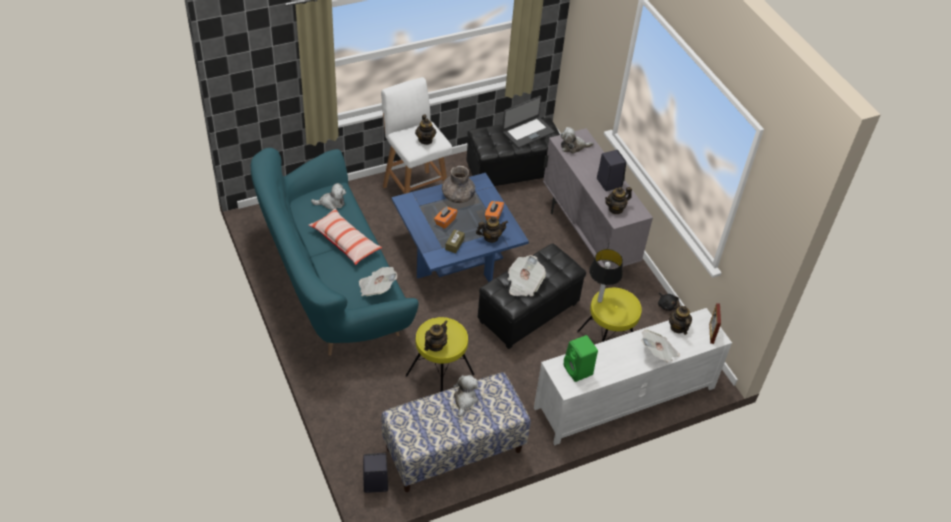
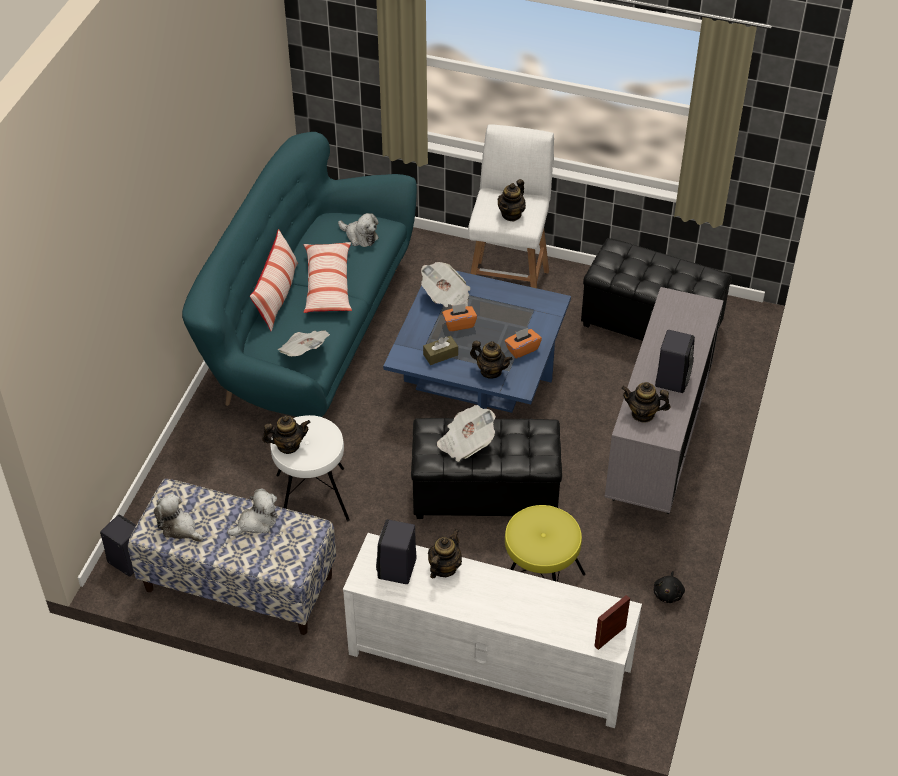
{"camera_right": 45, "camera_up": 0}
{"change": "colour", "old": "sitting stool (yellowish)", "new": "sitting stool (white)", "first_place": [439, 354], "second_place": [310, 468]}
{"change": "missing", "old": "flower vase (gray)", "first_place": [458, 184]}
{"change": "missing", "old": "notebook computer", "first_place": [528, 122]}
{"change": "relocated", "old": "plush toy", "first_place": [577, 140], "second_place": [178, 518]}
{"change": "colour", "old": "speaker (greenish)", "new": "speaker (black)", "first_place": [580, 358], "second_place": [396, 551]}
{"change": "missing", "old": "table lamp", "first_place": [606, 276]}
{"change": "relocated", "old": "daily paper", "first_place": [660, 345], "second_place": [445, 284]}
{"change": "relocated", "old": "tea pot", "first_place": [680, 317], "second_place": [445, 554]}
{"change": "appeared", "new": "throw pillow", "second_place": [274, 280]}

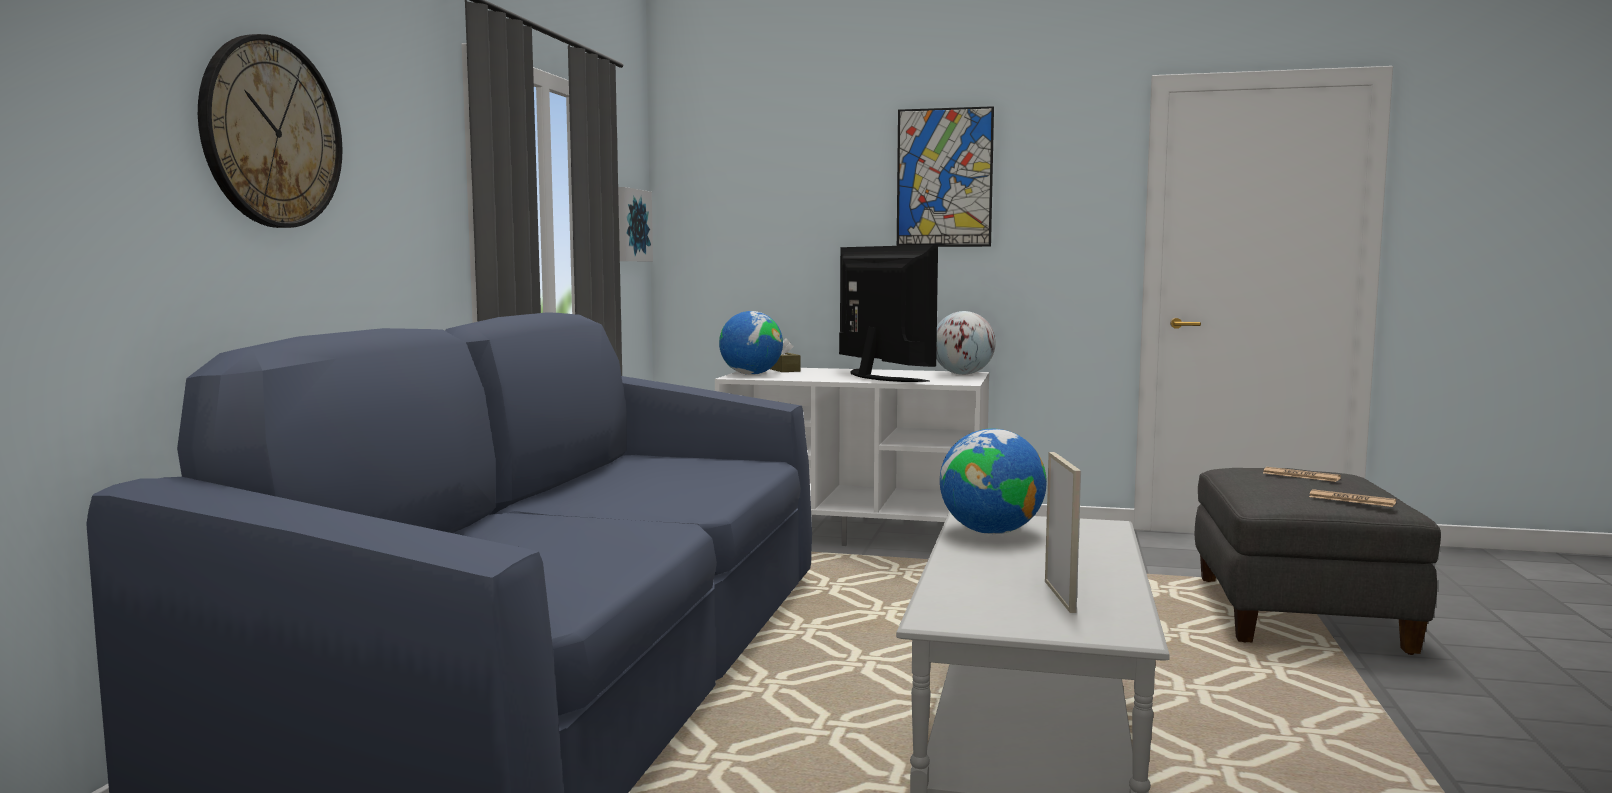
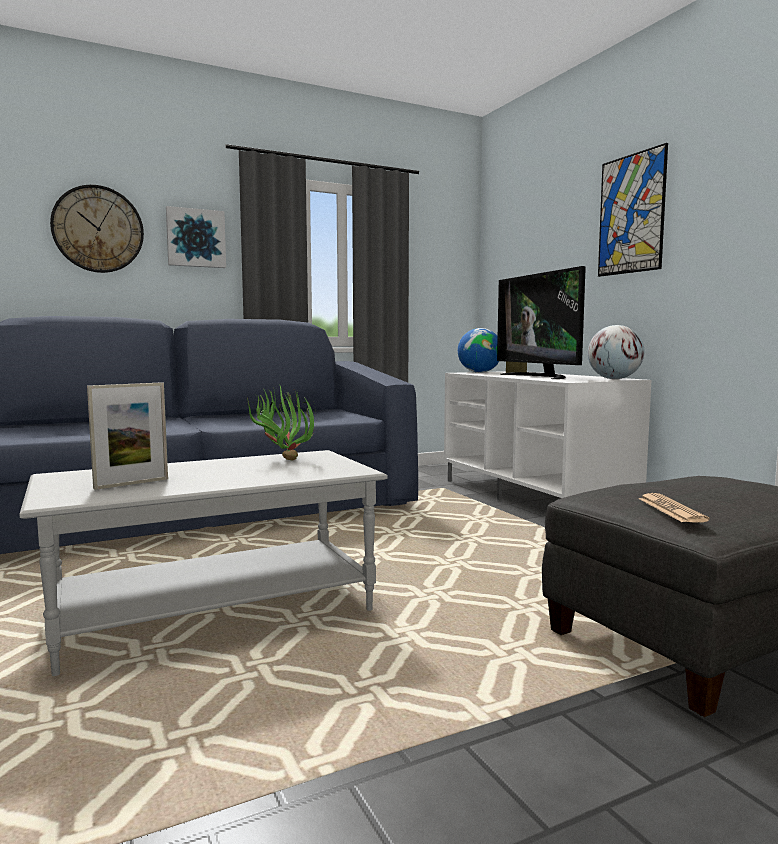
{"camera_right": 50, "camera_up": 0}
{"change": "relocated", "old": "wall picture", "first_place": [635, 224], "second_place": [196, 237]}
{"change": "spun", "old": "TV set", "first_place": [888, 313], "second_place": [541, 322], "degrees": 135}
{"change": "exchanged", "old": "world globe", "new": "houseplant", "first_place": [993, 481], "second_place": [281, 422]}
{"change": "missing", "old": "daily paper", "first_place": [1302, 474]}

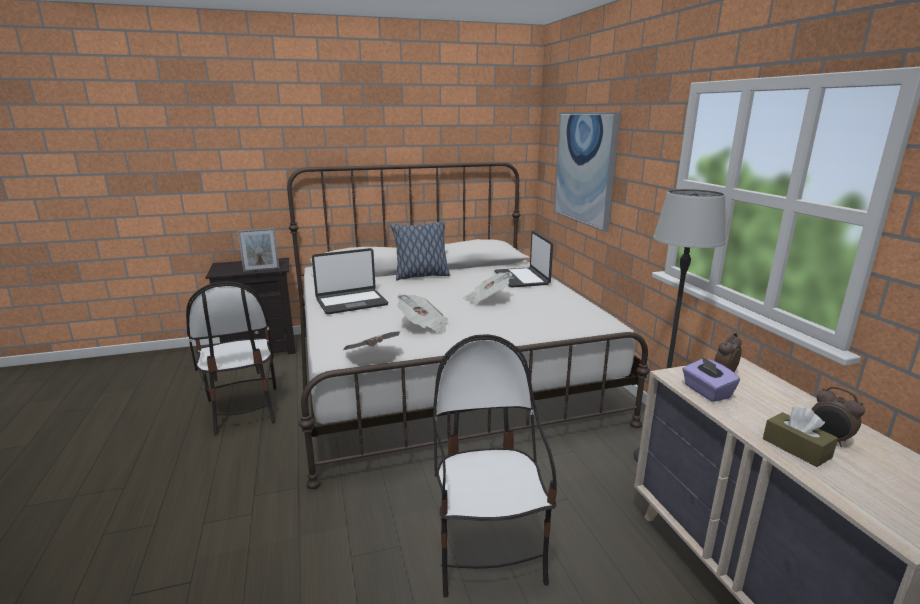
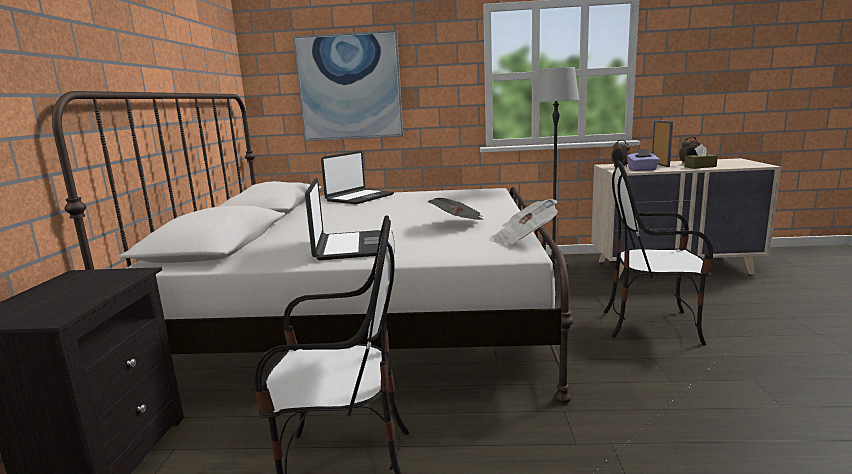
{"camera_right": -70, "camera_up": -5}
{"change": "relocated", "old": "photo frame", "first_place": [258, 250], "second_place": [662, 143]}
{"change": "missing", "old": "throw pillow", "first_place": [420, 250]}
{"change": "missing", "old": "daily paper", "first_place": [487, 288]}
{"change": "spun", "old": "notebook computer", "first_place": [523, 259], "second_place": [357, 177], "degrees": -60}

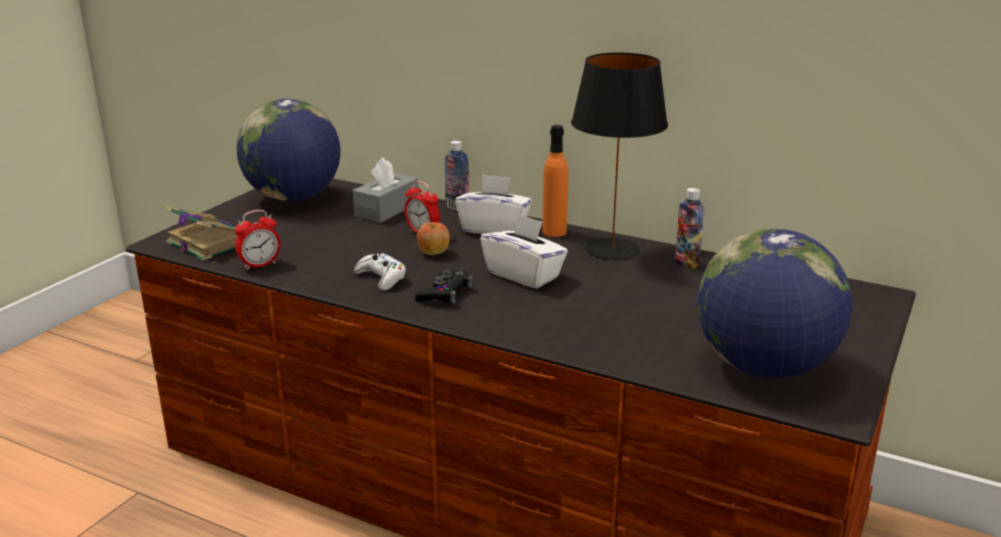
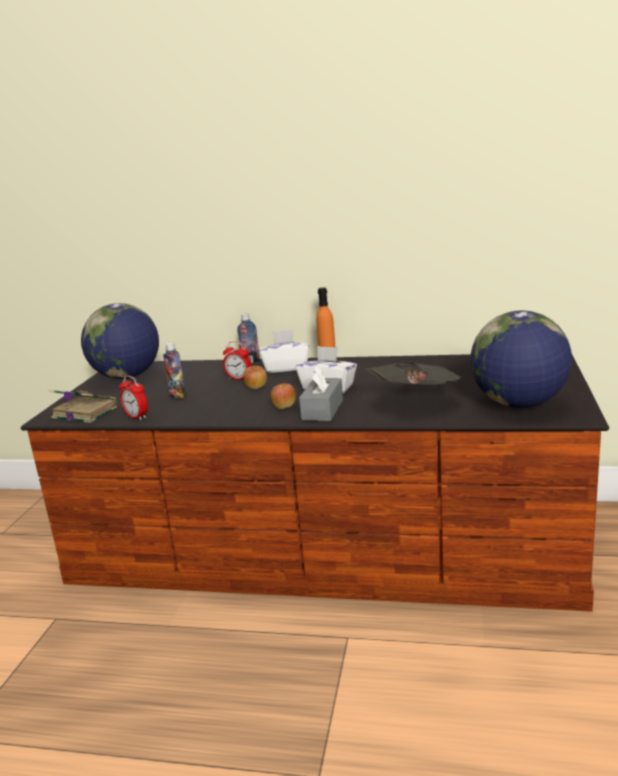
{"camera_right": -15, "camera_up": -5}
{"change": "spun", "old": "bedside clock", "first_place": [258, 240], "second_place": [133, 397], "degrees": 90}
{"change": "relocated", "old": "tissue holder (gray)", "first_place": [386, 190], "second_place": [321, 393]}
{"change": "missing", "old": "game controller (white)", "first_place": [380, 272]}
{"change": "exchanged", "old": "game controller (black)", "new": "whole apple", "first_place": [444, 287], "second_place": [283, 396]}
{"change": "missing", "old": "table lamp (black)", "first_place": [619, 156]}
{"change": "relocated", "old": "drink bottle", "first_place": [689, 228], "second_place": [174, 370]}
{"change": "appeared", "new": "daily paper", "second_place": [413, 374]}

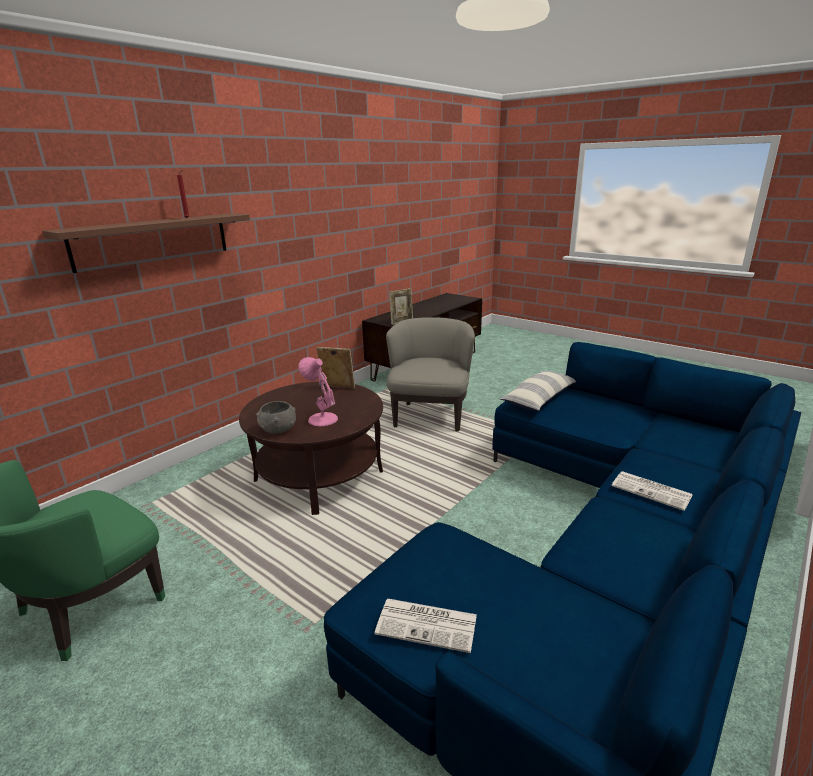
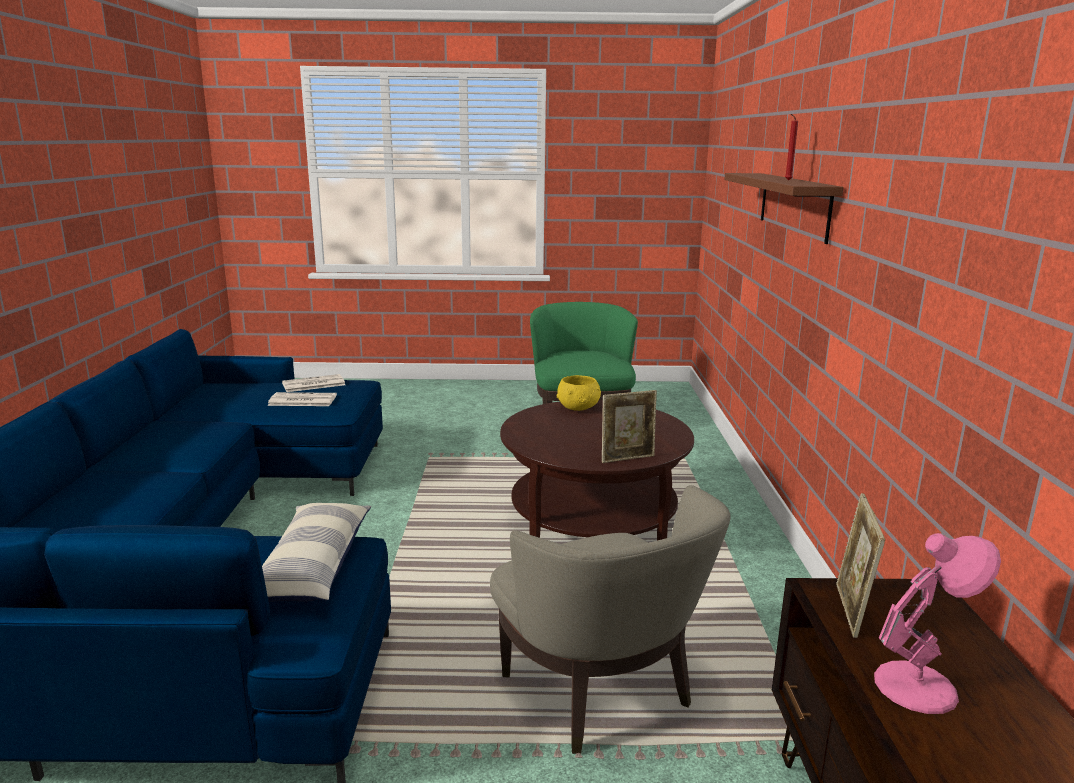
{"camera_right": 140, "camera_up": -5}
{"change": "colour", "old": "serving bowl (gray)", "new": "serving bowl (yellowish)", "first_place": [276, 417], "second_place": [578, 393]}
{"change": "relocated", "old": "table lamp (pink)", "first_place": [318, 391], "second_place": [937, 623]}
{"change": "relocated", "old": "daily paper", "first_place": [652, 491], "second_place": [302, 399]}

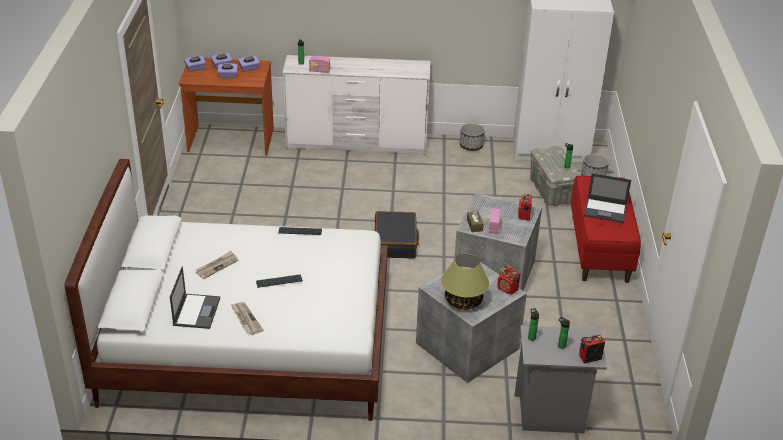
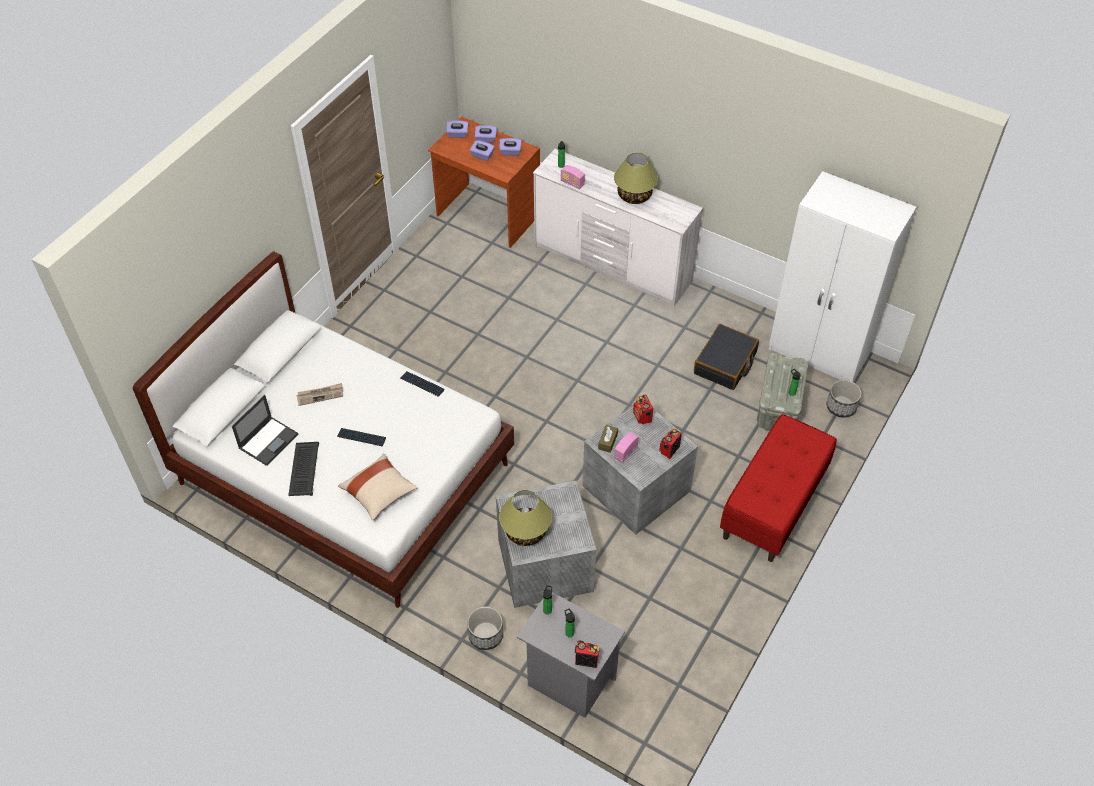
{"camera_right": 30, "camera_up": 15}
{"change": "exchanged", "old": "daily paper", "new": "computer keyboard", "first_place": [247, 318], "second_place": [303, 469]}
{"change": "relocated", "old": "suitcase (black)", "first_place": [397, 235], "second_place": [726, 357]}
{"change": "relocated", "old": "planter", "first_place": [472, 137], "second_place": [485, 628]}
{"change": "relocated", "old": "radio receiver", "first_place": [508, 279], "second_place": [643, 409]}
{"change": "missing", "old": "notebook computer", "first_place": [607, 198]}
{"change": "appeared", "new": "throw pillow (sand-coloured)", "second_place": [378, 487]}
{"change": "appeared", "new": "table lamp", "second_place": [636, 178]}

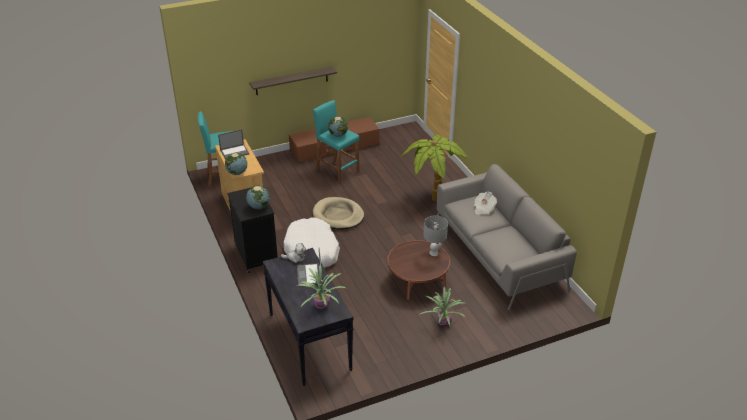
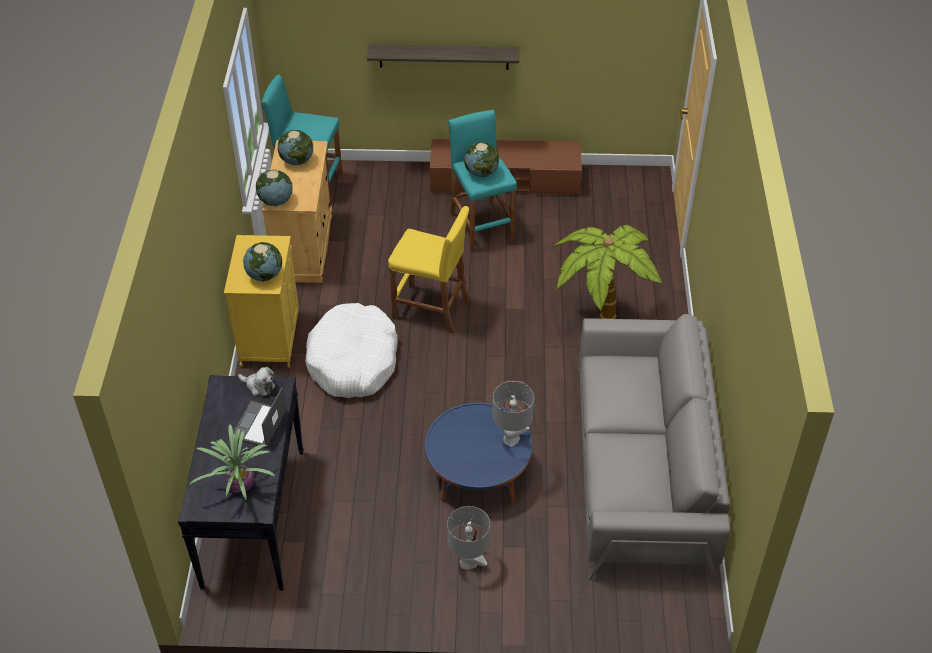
{"camera_right": 25, "camera_up": 10}
{"change": "exchanged", "old": "notebook computer", "new": "world globe", "first_place": [233, 145], "second_place": [295, 147]}
{"change": "colour", "old": "storage cabinet (black)", "new": "storage cabinet (yellowish)", "first_place": [252, 230], "second_place": [261, 301]}
{"change": "exchanged", "old": "dog cushion (sand-coloured)", "new": "sitting stool (yellowish)", "first_place": [338, 213], "second_place": [429, 270]}
{"change": "colour", "old": "lounge table (brown)", "new": "lounge table (blue)", "first_place": [418, 270], "second_place": [478, 453]}
{"change": "exchanged", "old": "houseplant", "new": "table lamp (gray)", "first_place": [442, 307], "second_place": [468, 538]}
{"change": "missing", "old": "daily paper", "first_place": [485, 203]}

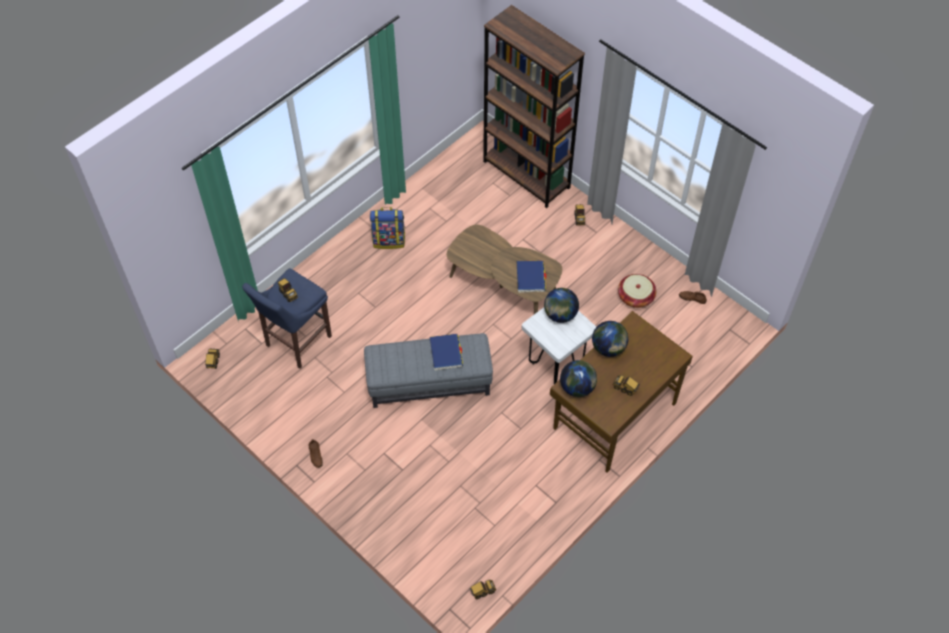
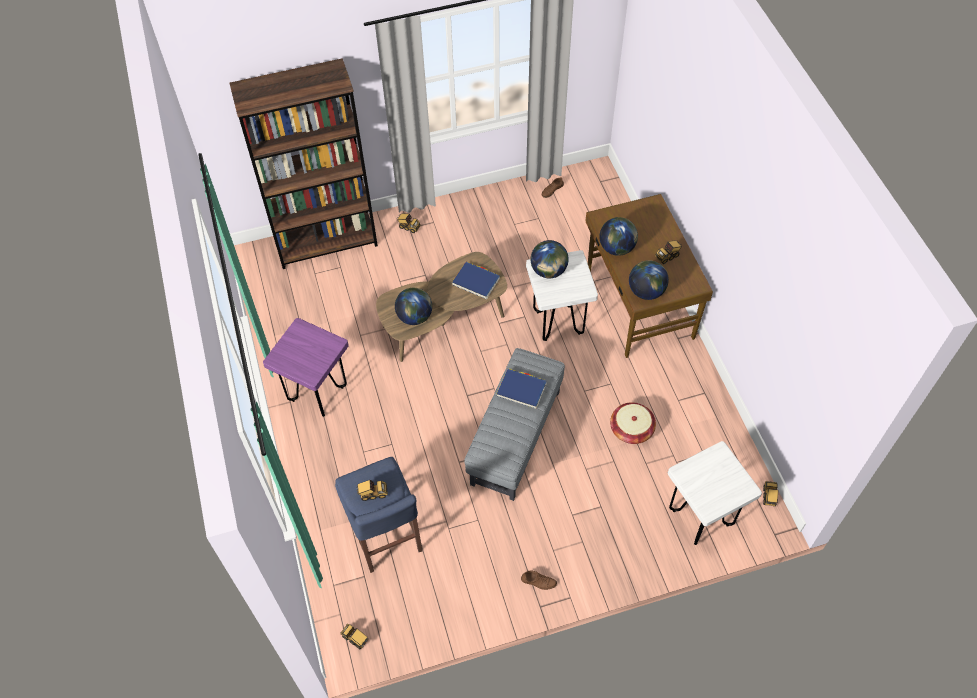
{"camera_right": -60, "camera_up": 0}
{"change": "exchanged", "old": "backpack", "new": "sitting stool (purple-coloured)", "first_place": [387, 228], "second_place": [306, 367]}
{"change": "relocated", "old": "basket", "first_place": [637, 291], "second_place": [633, 423]}
{"change": "appeared", "new": "world globe", "second_place": [413, 306]}
{"change": "appeared", "new": "sitting stool (white)", "second_place": [715, 493]}

